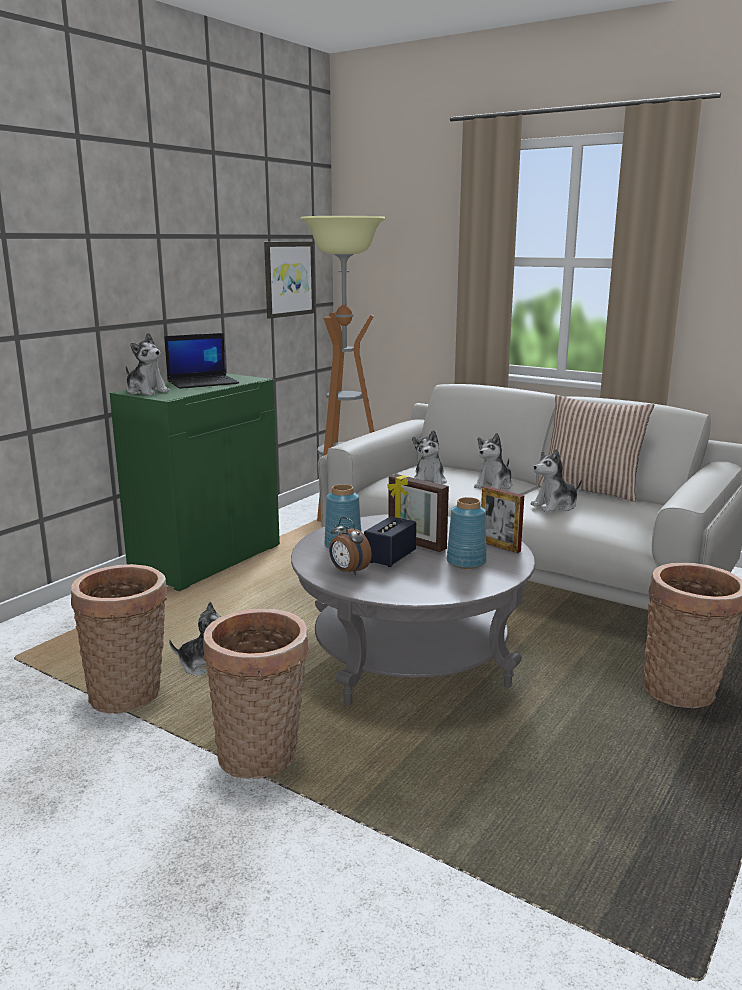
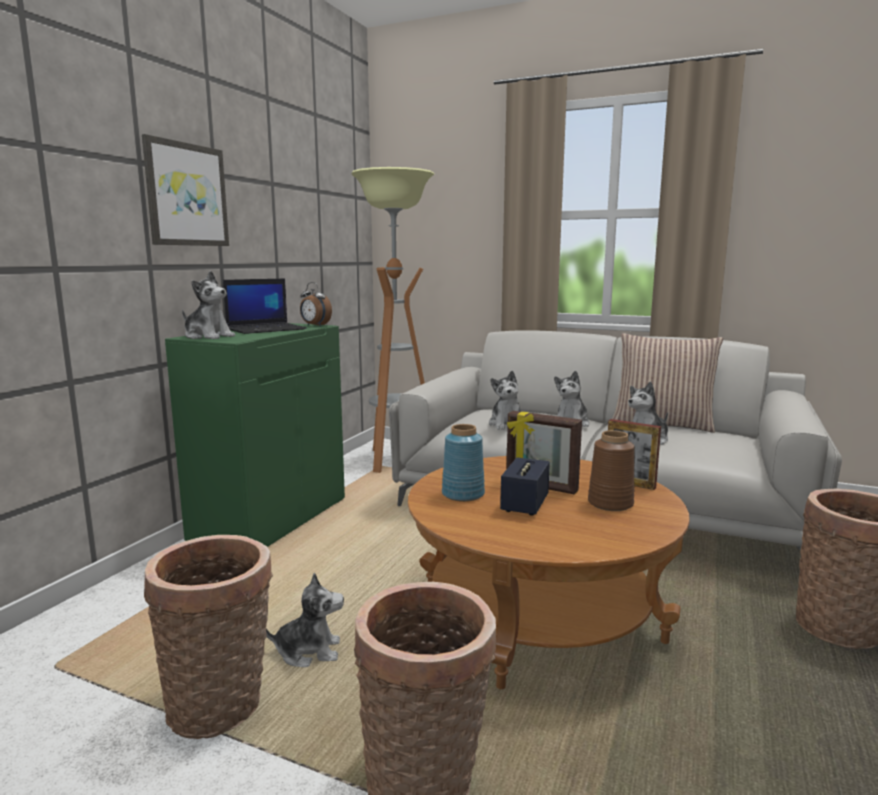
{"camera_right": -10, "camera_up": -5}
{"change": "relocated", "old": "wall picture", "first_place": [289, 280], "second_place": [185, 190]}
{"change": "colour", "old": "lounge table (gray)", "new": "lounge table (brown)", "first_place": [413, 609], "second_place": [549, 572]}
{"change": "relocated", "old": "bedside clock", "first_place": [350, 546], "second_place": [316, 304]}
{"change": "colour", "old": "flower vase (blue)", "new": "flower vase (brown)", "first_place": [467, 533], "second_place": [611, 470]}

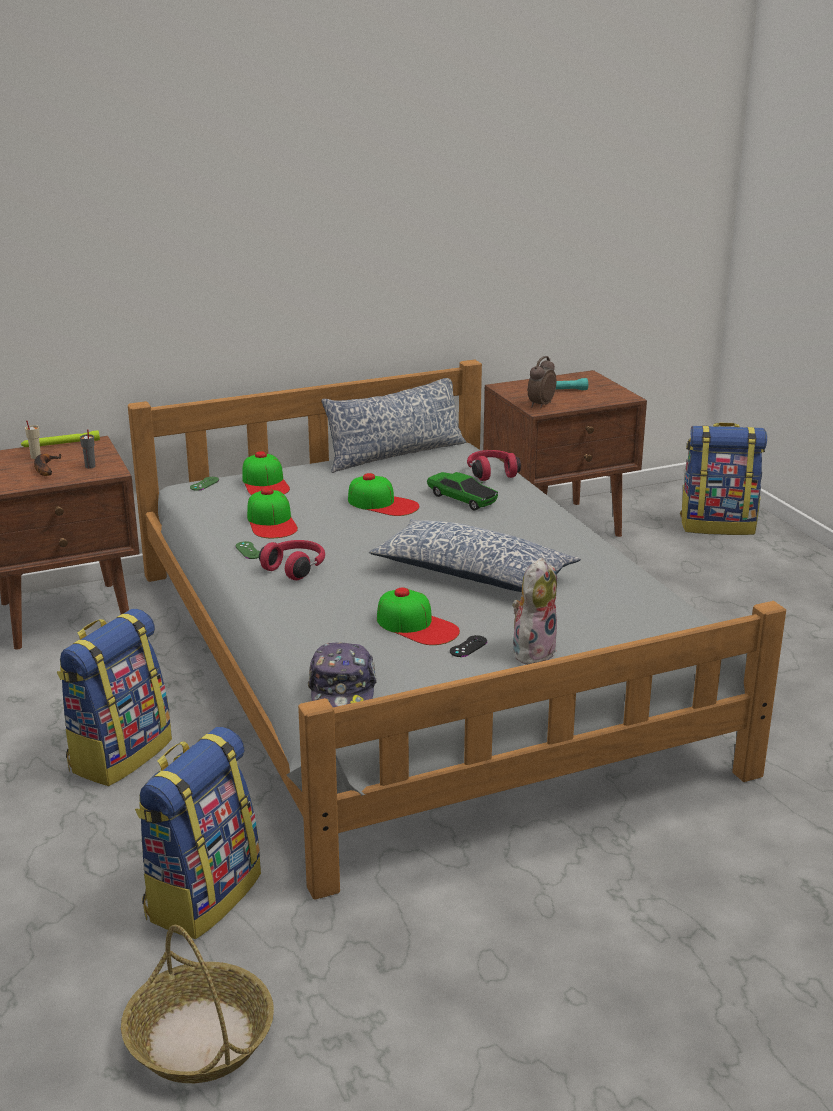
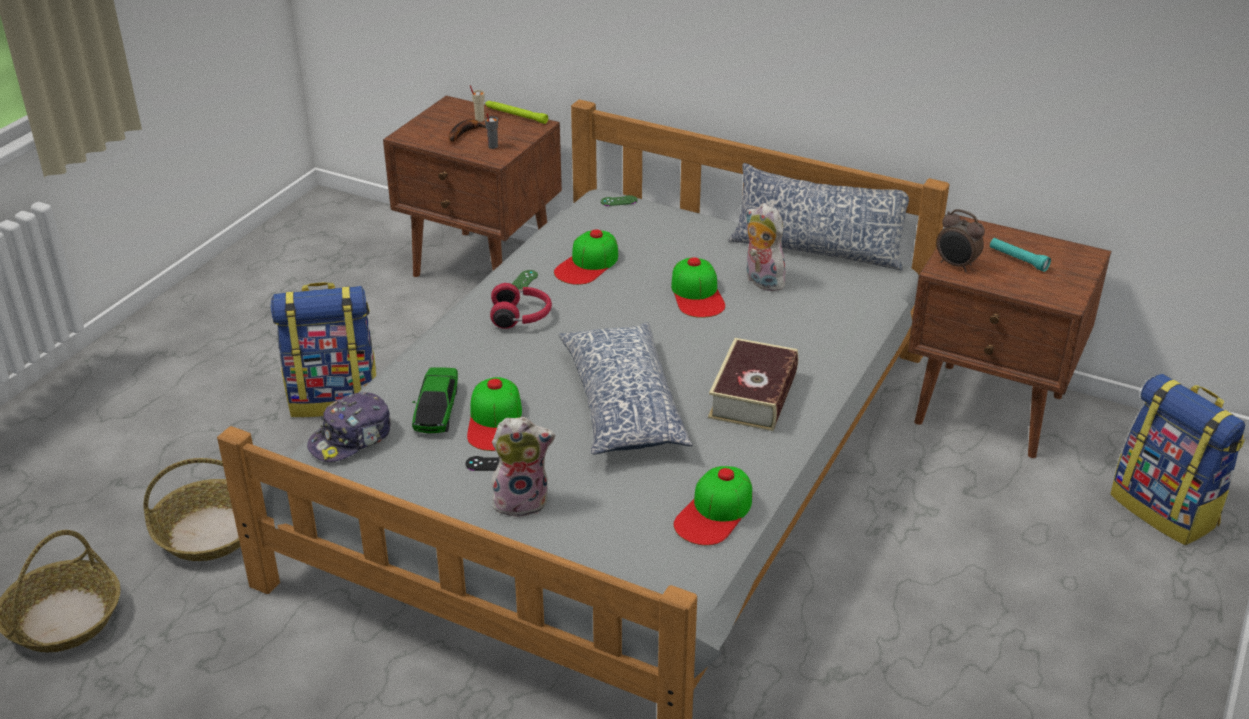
{"camera_right": 50, "camera_up": 10}
{"change": "exchanged", "old": "backpack", "new": "basket", "first_place": [198, 833], "second_place": [192, 509]}
{"change": "relocated", "old": "baseball cap", "first_place": [266, 473], "second_place": [713, 505]}
{"change": "relocated", "old": "miniature car", "first_place": [462, 491], "second_place": [435, 400]}
{"change": "missing", "old": "pair of headphones (red-coloured)", "first_place": [494, 465]}
{"change": "spun", "old": "bedside clock", "first_place": [542, 382], "second_place": [960, 240], "degrees": -135}
{"change": "appeared", "new": "volume", "second_place": [753, 384]}
{"change": "appeared", "new": "plush toy", "second_place": [767, 247]}

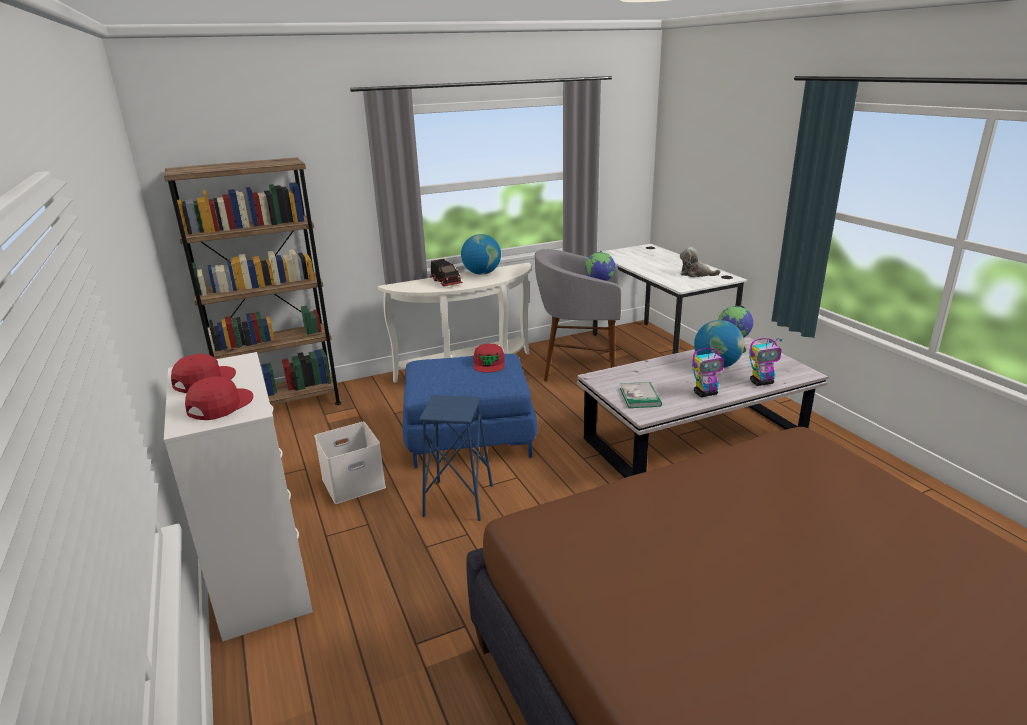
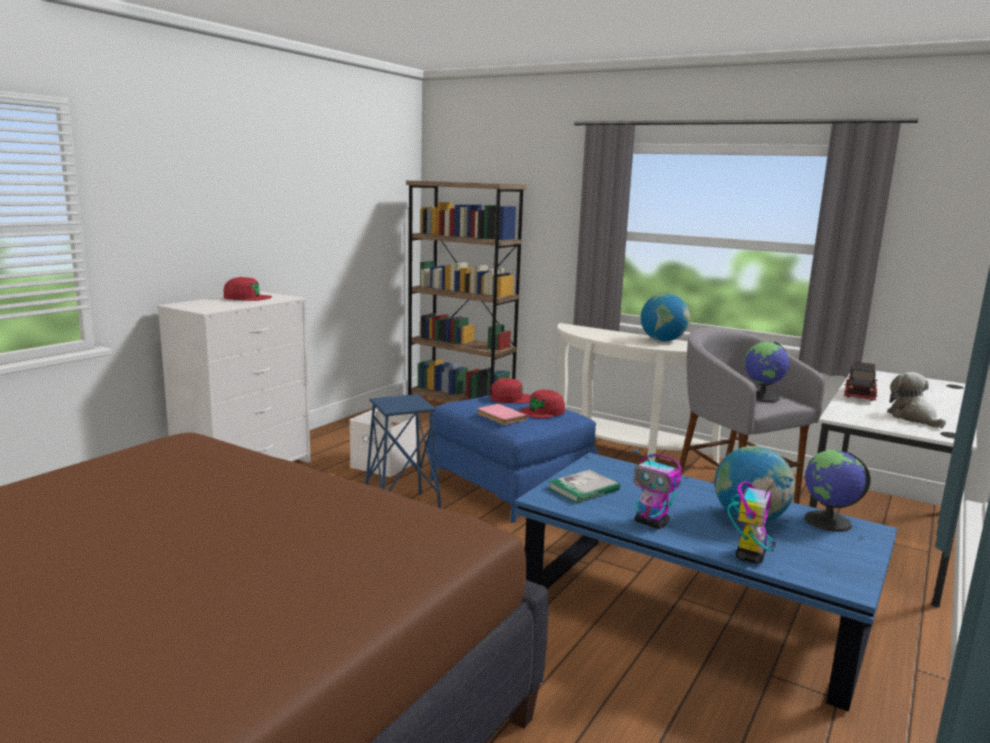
{"camera_right": 55, "camera_up": -10}
{"change": "relocated", "old": "baseball cap (red-coloured)", "first_place": [219, 398], "second_place": [510, 391]}
{"change": "relocated", "old": "model truck", "first_place": [446, 272], "second_place": [860, 381]}
{"change": "colour", "old": "lounge table (white)", "new": "lounge table (blue)", "first_place": [703, 407], "second_place": [705, 582]}
{"change": "spun", "old": "model robot", "first_place": [765, 362], "second_place": [760, 520], "degrees": -105}
{"change": "appeared", "new": "volume (pink)", "second_place": [502, 414]}

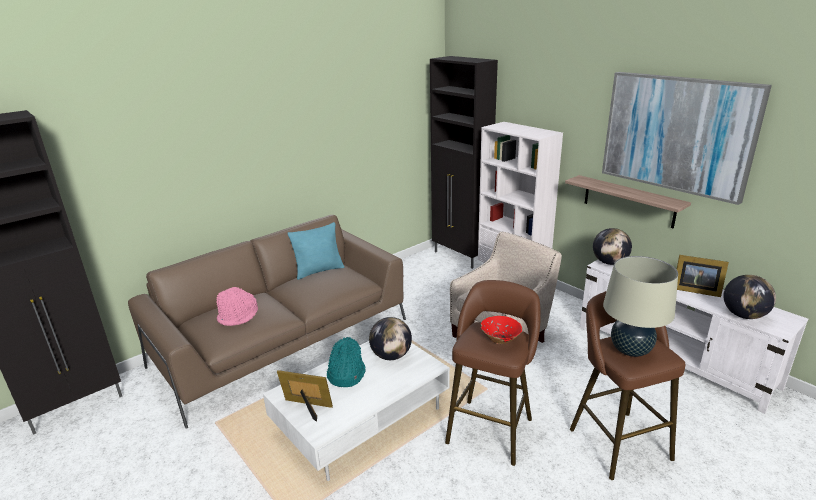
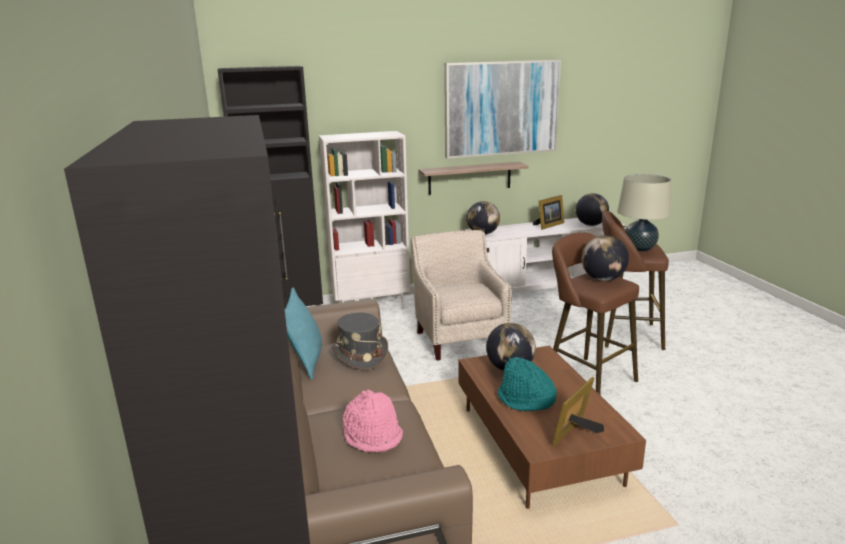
{"camera_right": -65, "camera_up": -5}
{"change": "colour", "old": "lounge table (white)", "new": "lounge table (brown)", "first_place": [356, 411], "second_place": [552, 427]}
{"change": "exchanged", "old": "serving bowl (red-coloured)", "new": "world globe", "first_place": [501, 330], "second_place": [605, 258]}
{"change": "appeared", "new": "wearable hat (gray)", "second_place": [359, 341]}

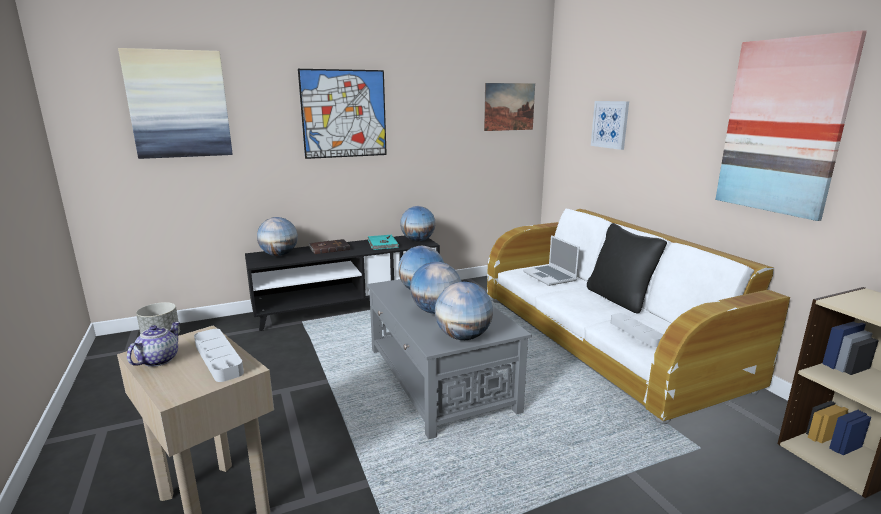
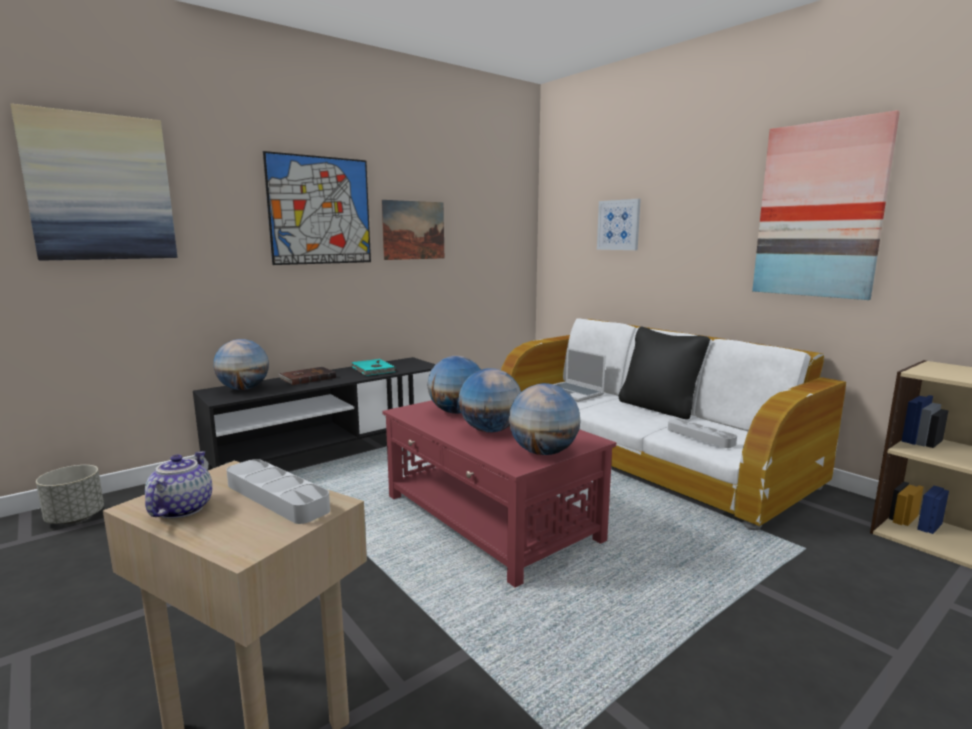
{"camera_right": -15, "camera_up": -5}
{"change": "colour", "old": "lounge table (gray)", "new": "lounge table (red-coloured)", "first_place": [449, 359], "second_place": [499, 494]}
{"change": "missing", "old": "world globe", "first_place": [418, 223]}
{"change": "relocated", "old": "wall picture", "first_place": [509, 107], "second_place": [412, 230]}

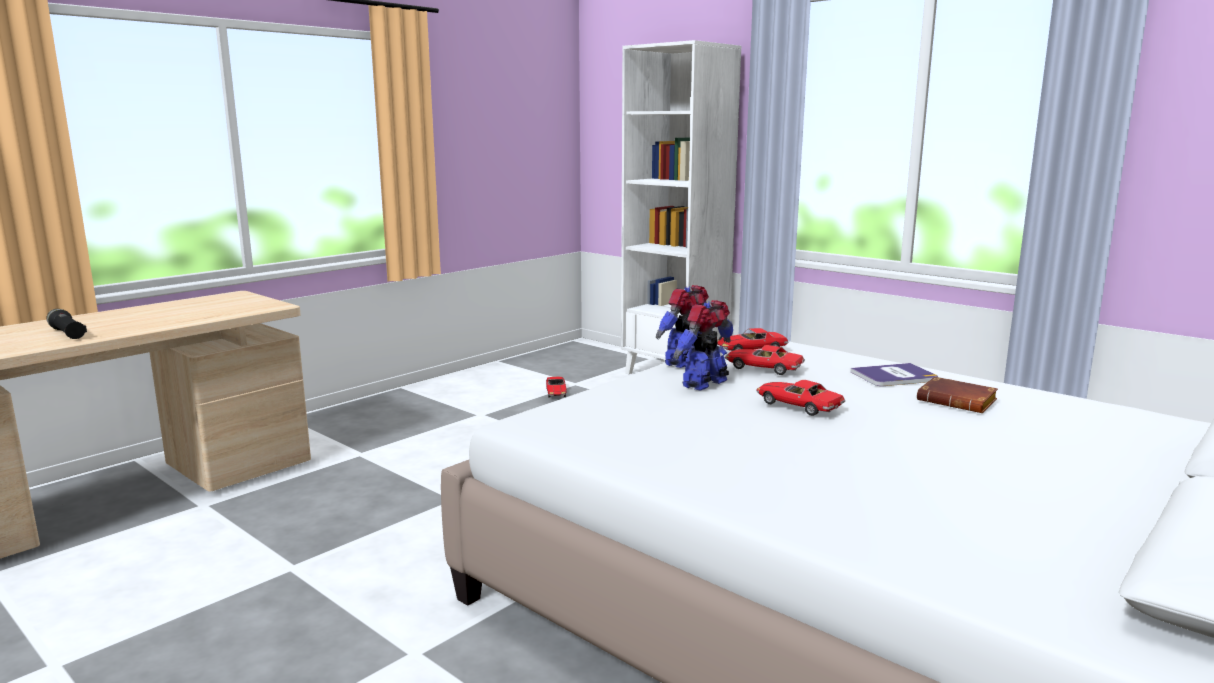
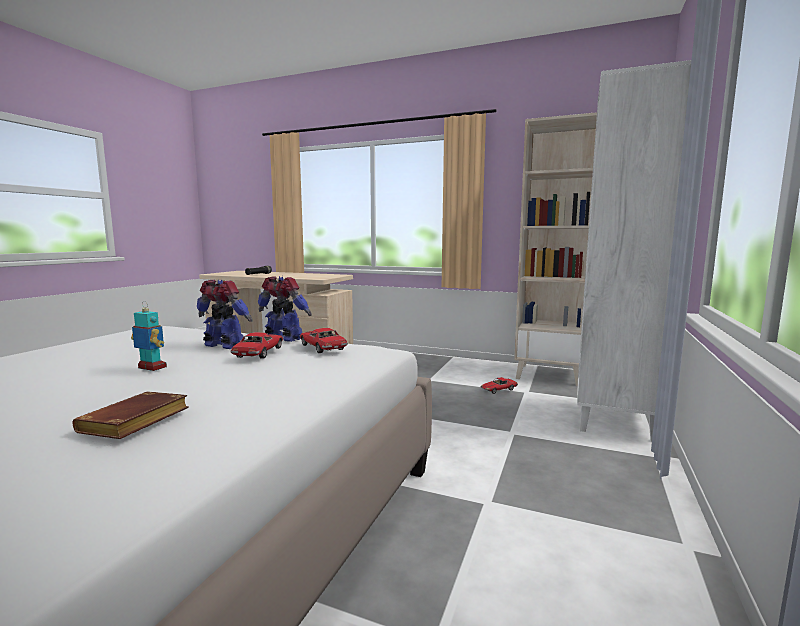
{"camera_right": 70, "camera_up": -5}
{"change": "exchanged", "old": "miniature car", "new": "model robot", "first_place": [800, 398], "second_place": [149, 336]}
{"change": "missing", "old": "volume", "first_place": [894, 374]}
{"change": "appeared", "new": "bookcase (sand-coloured)", "second_place": [555, 249]}

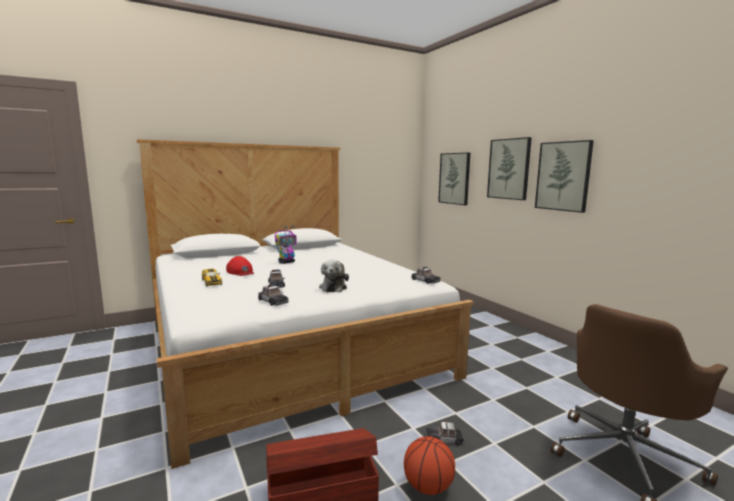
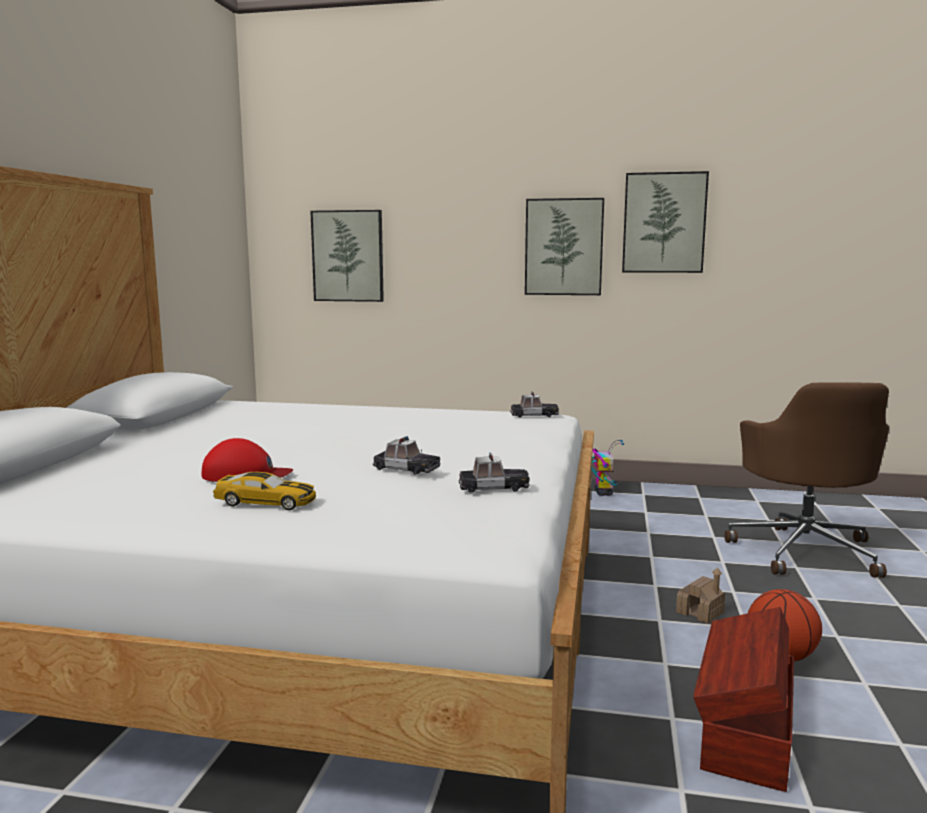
{"camera_right": -50, "camera_up": 0}
{"change": "relocated", "old": "model robot", "first_place": [286, 245], "second_place": [607, 468]}
{"change": "missing", "old": "plush toy", "first_place": [334, 276]}
{"change": "exchanged", "old": "miniature car", "new": "model house", "first_place": [445, 433], "second_place": [700, 595]}
{"change": "relocated", "old": "wall picture", "first_place": [509, 168], "second_place": [665, 222]}

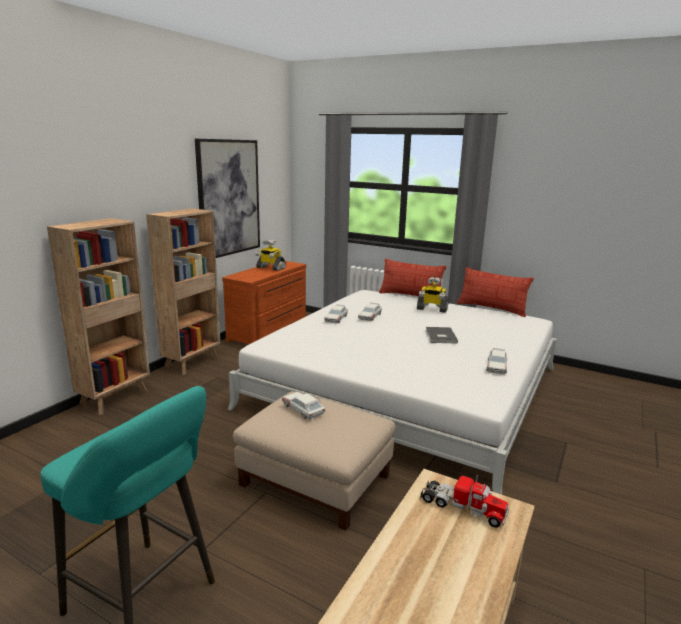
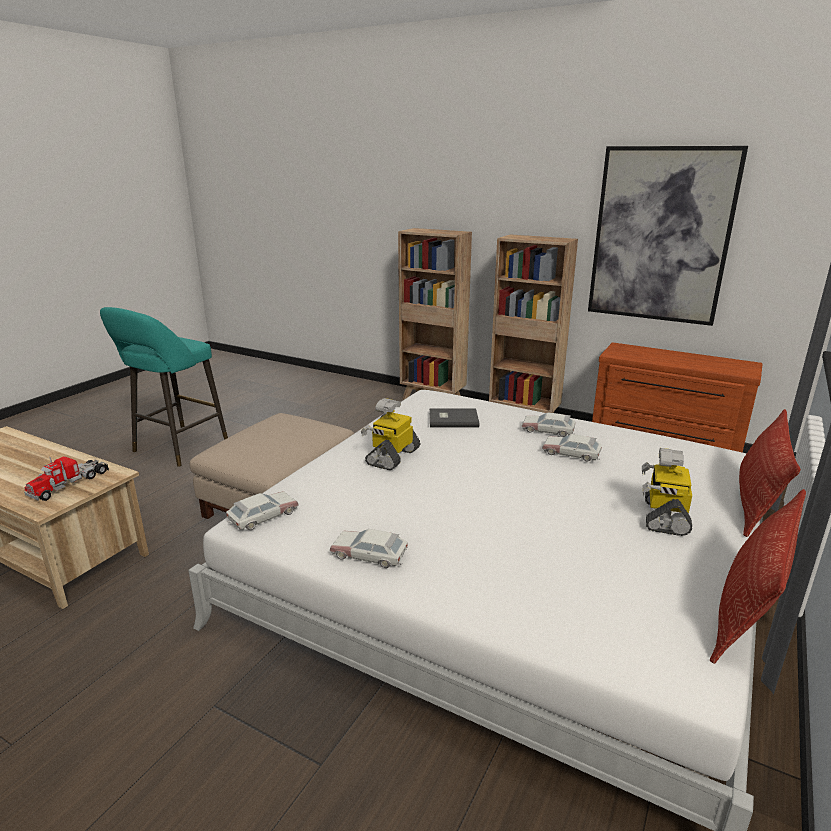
{"camera_right": 90, "camera_up": 5}
{"change": "relocated", "old": "model robot", "first_place": [270, 255], "second_place": [390, 434]}
{"change": "relocated", "old": "miniature car", "first_place": [303, 406], "second_place": [262, 510]}
{"change": "relocated", "old": "volume (gray)", "first_place": [442, 335], "second_place": [454, 418]}

